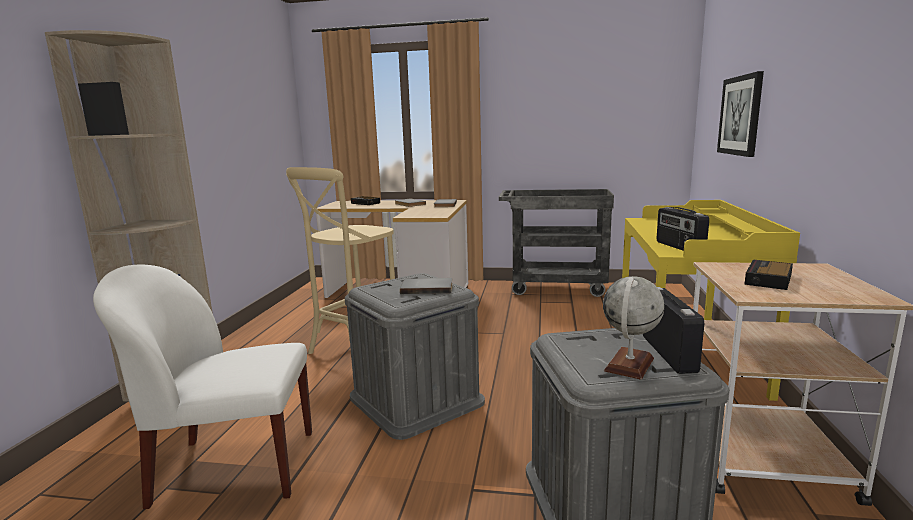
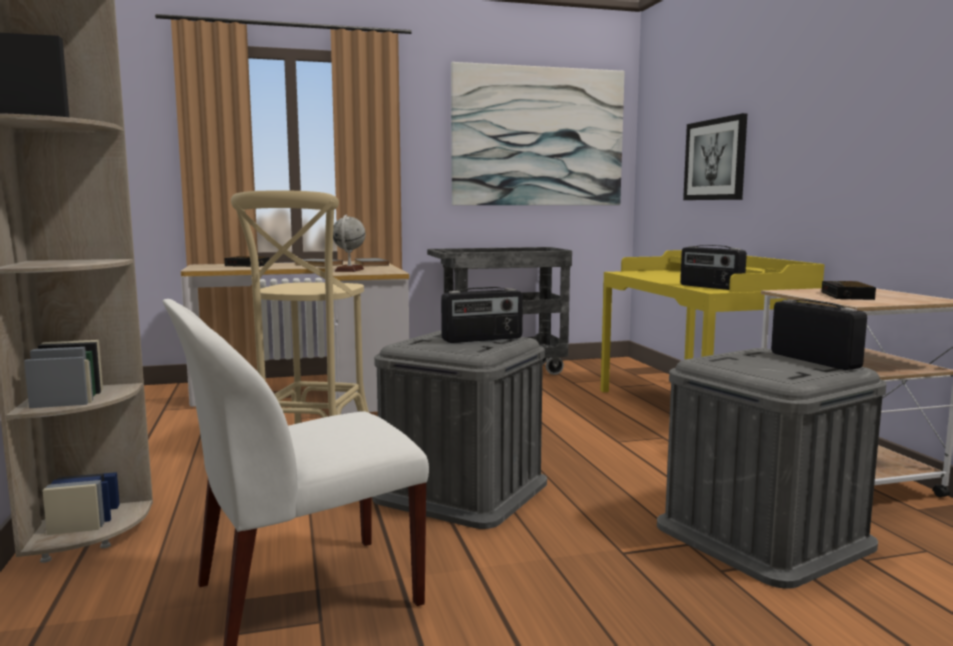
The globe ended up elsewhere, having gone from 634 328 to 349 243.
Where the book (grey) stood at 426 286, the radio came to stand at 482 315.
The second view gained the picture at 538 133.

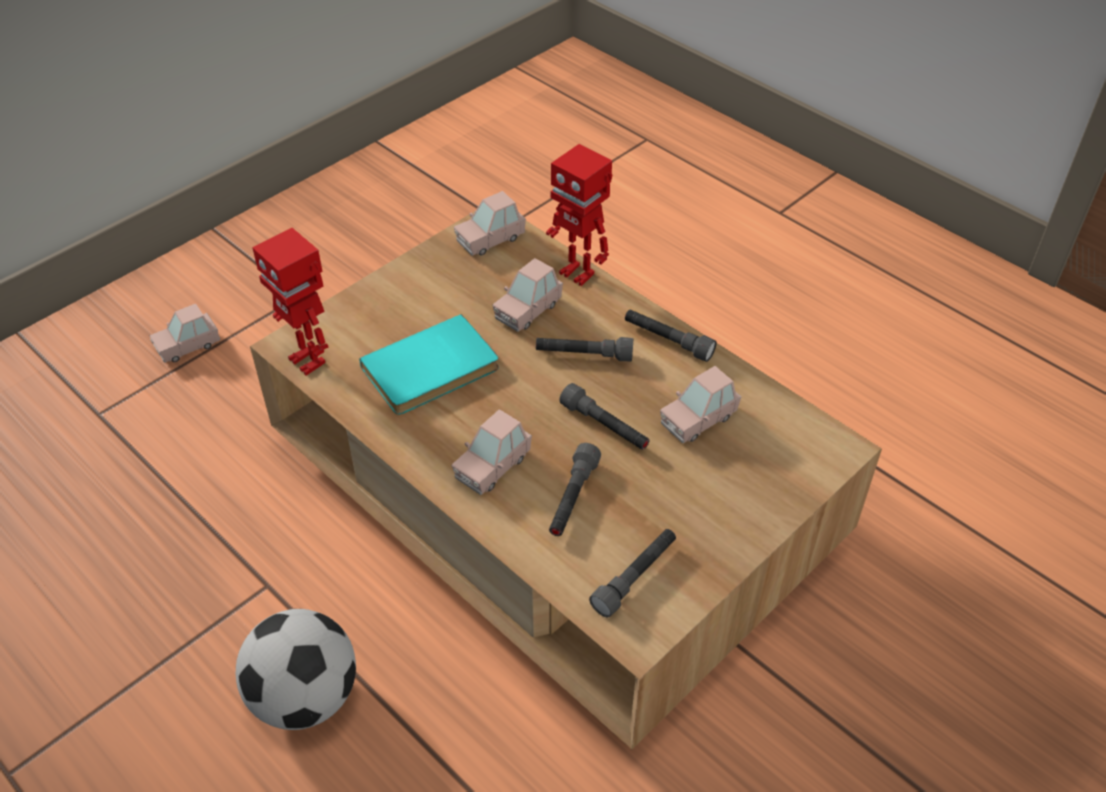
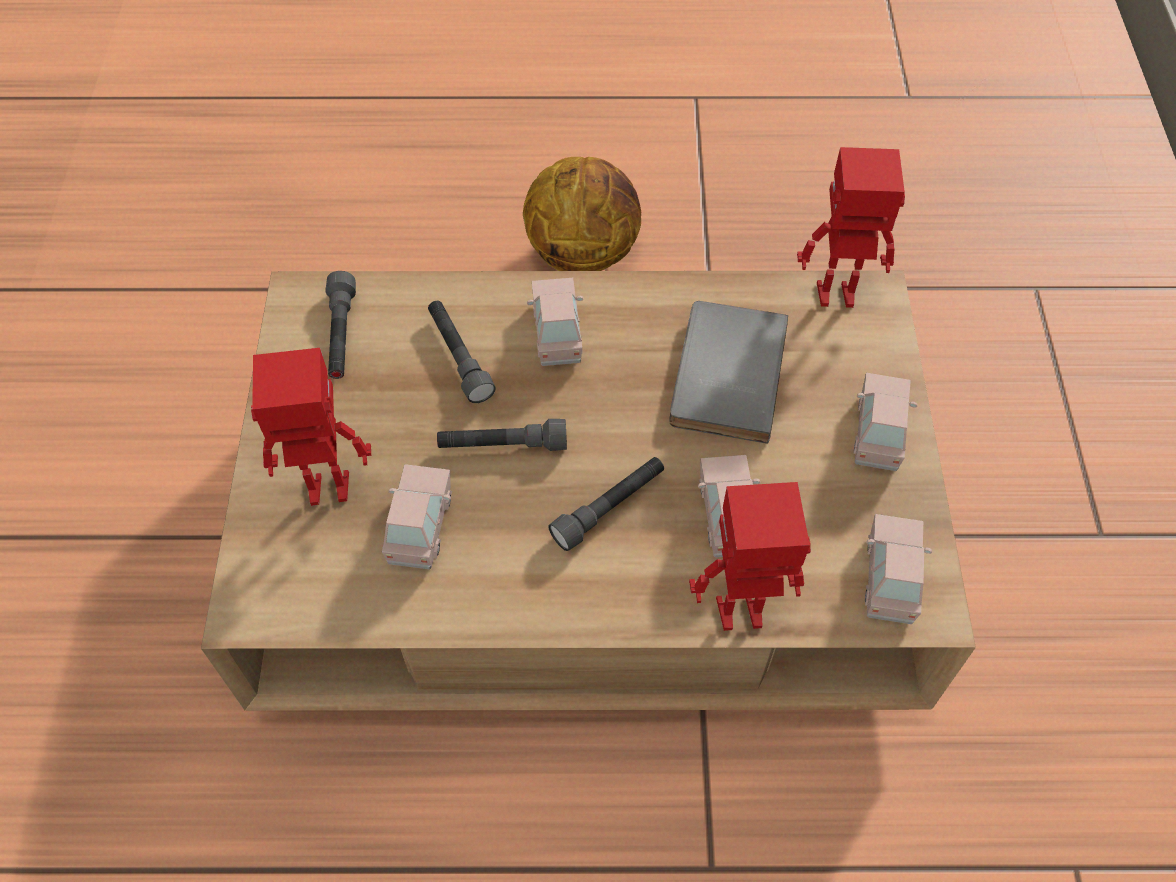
The second view gained the toy robot at 311 427.
Where the football stood at 296 669, the basketball came to stand at 582 214.
What was the book (turquoise) at 429 364 turned into the book (grey) at 728 372.
The toy car (pink) ended up elsewhere, having gone from 185 333 to 885 422.
The second view lost the flashlight (grey) at 671 336.

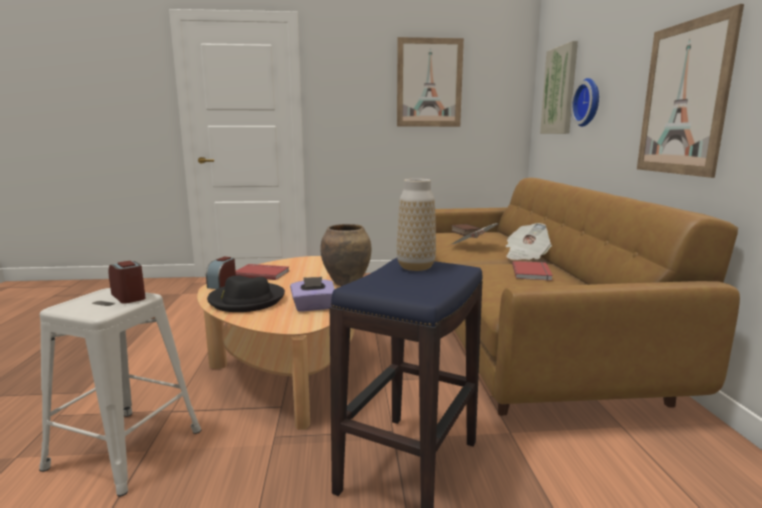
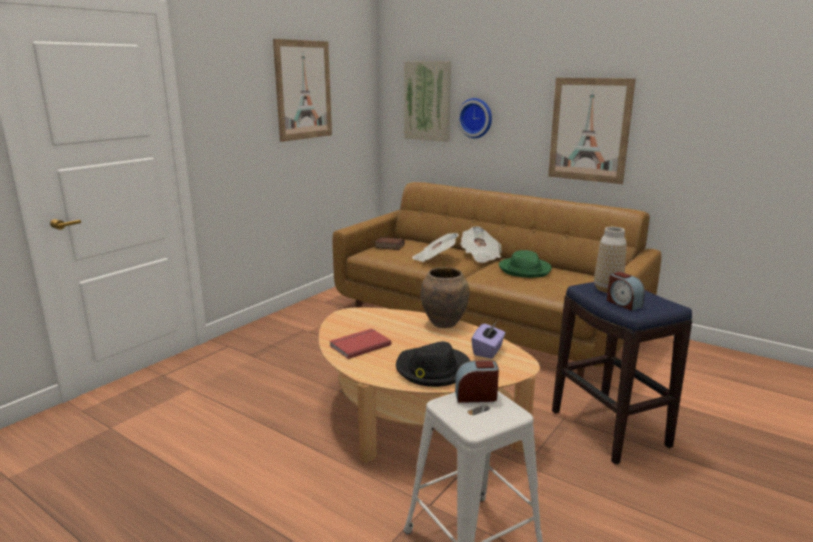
Where the book (red) stood at 532 271, the hat (green) came to stand at 525 264.
The alarm clock ended up elsewhere, having gone from 221 273 to 626 291.

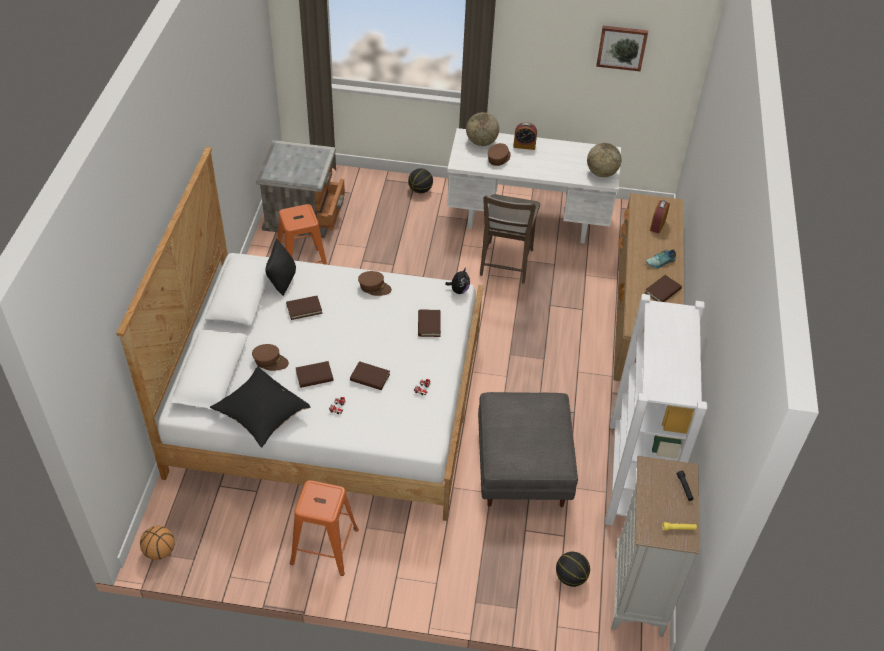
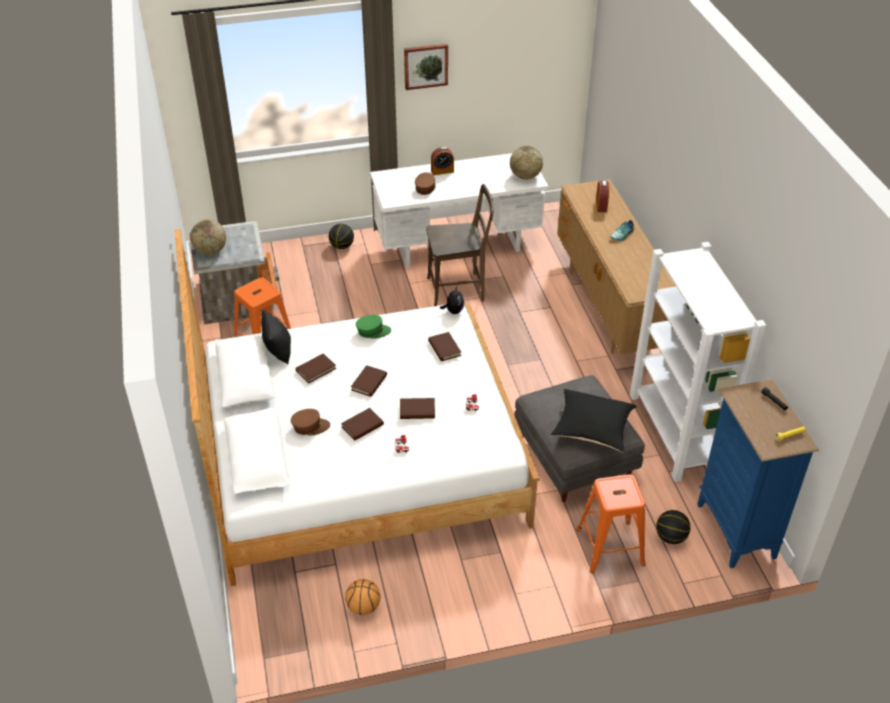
The globe ended up elsewhere, having gone from 482 129 to 208 237.
The basketball ended up elsewhere, having gone from 157 543 to 362 597.
The book (brown) ended up elsewhere, having gone from 663 288 to 369 381.
What was the cap (brown) at 375 283 turned into the cap (green) at 373 327.
The picture ended up elsewhere, having gone from 622 48 to 426 66.
The chair (brown) at 510 238 ended up facing another way, 90 degrees counterclockwise from before.
The pillow (black) ended up elsewhere, having gone from 260 407 to 594 420.
The stool (orange) ended up elsewhere, having gone from 324 528 to 611 524.
What was the dresser (white) at 656 546 turned into the dresser (blue) at 758 473.

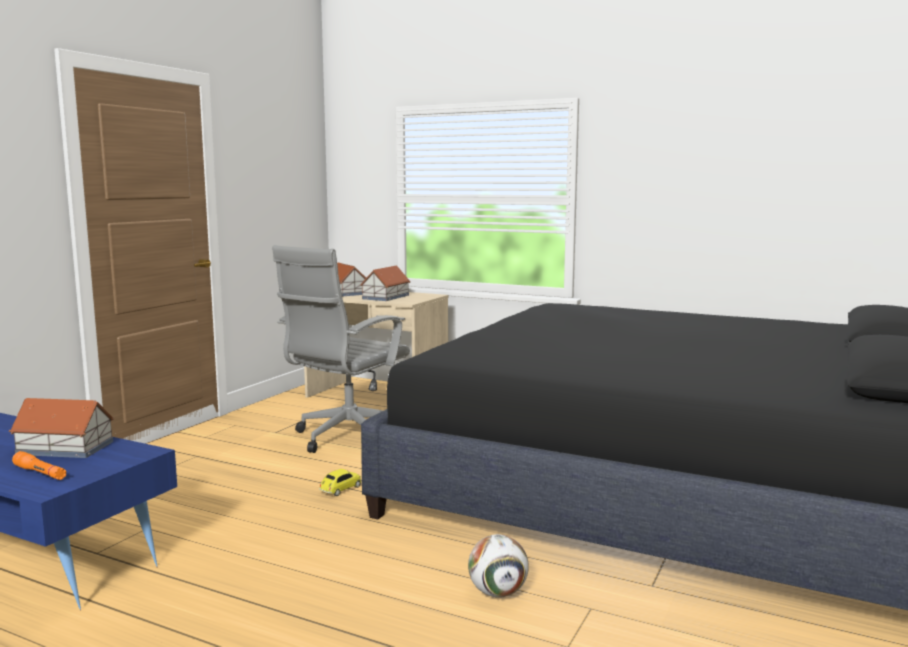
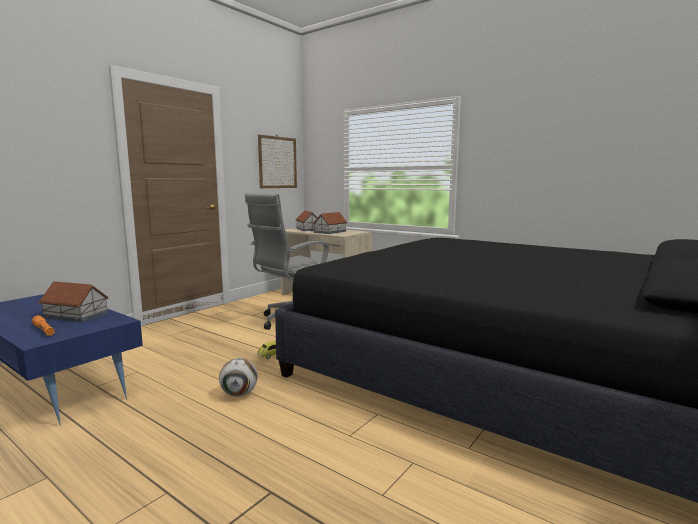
The football ended up elsewhere, having gone from 498 566 to 238 377.
The second view gained the picture at 277 161.

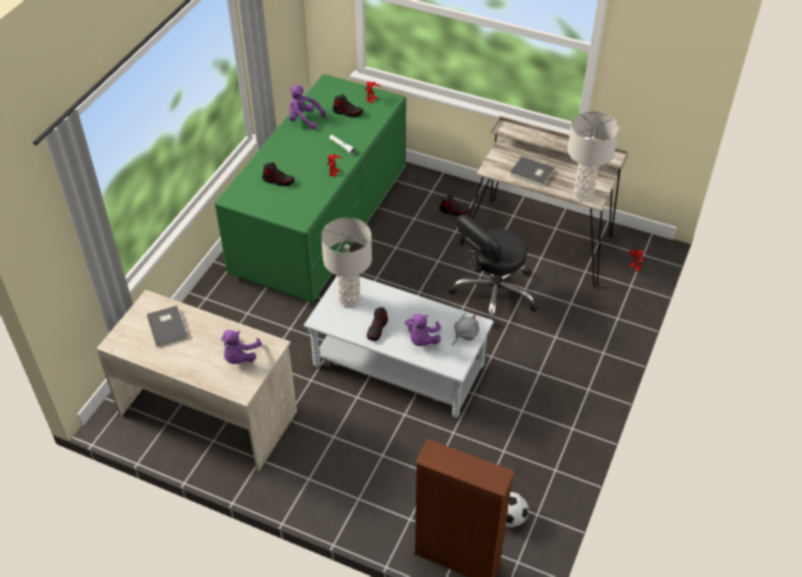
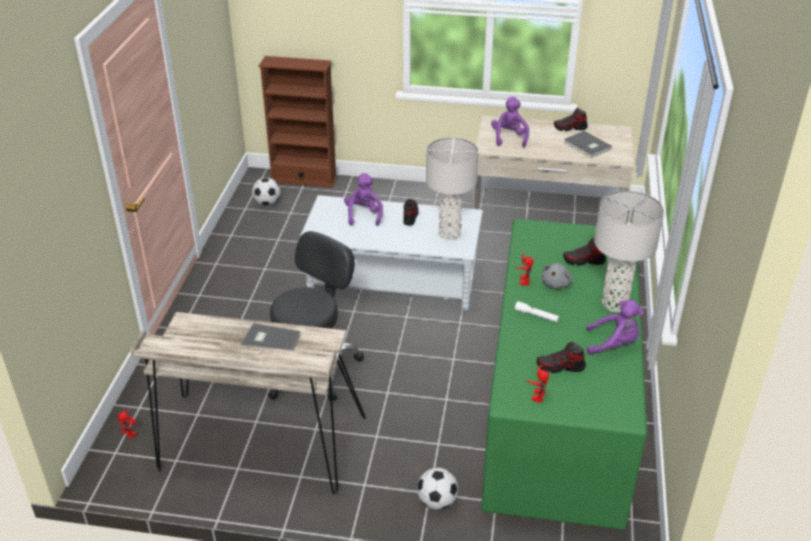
The second view gained the football at 437 489.
The plush toy (grey) ended up elsewhere, having gone from 465 329 to 557 275.
The shoe ended up elsewhere, having gone from 454 205 to 571 119.
The table lamp (white) ended up elsewhere, having gone from 593 156 to 629 251.

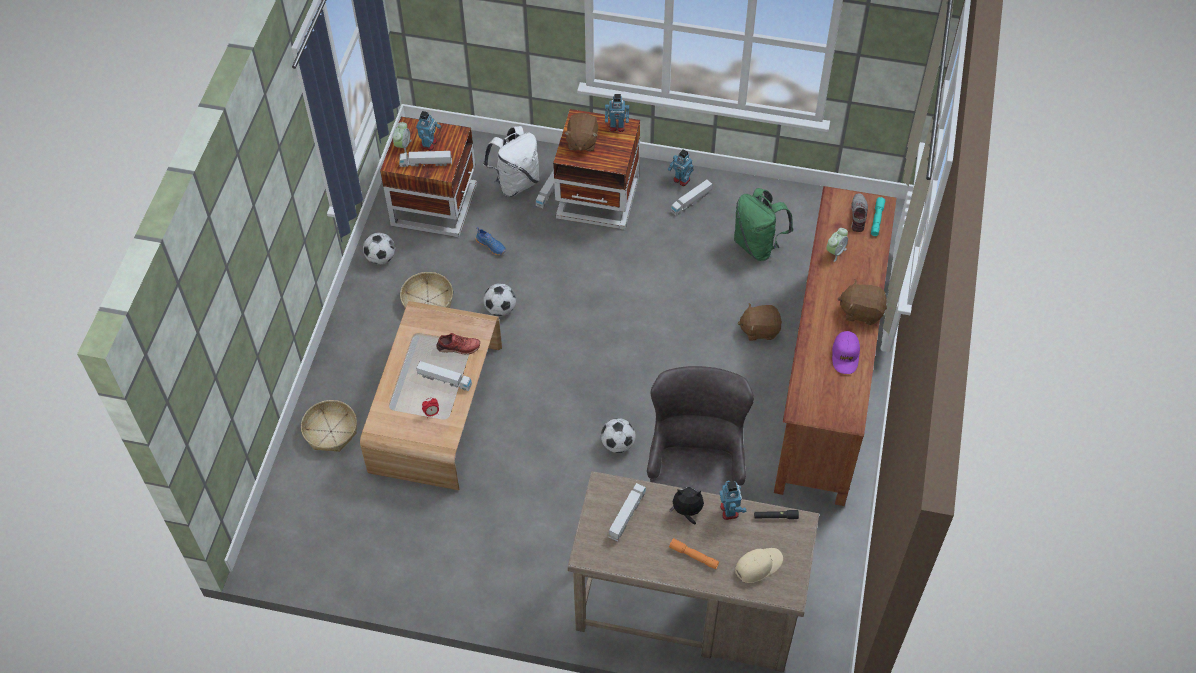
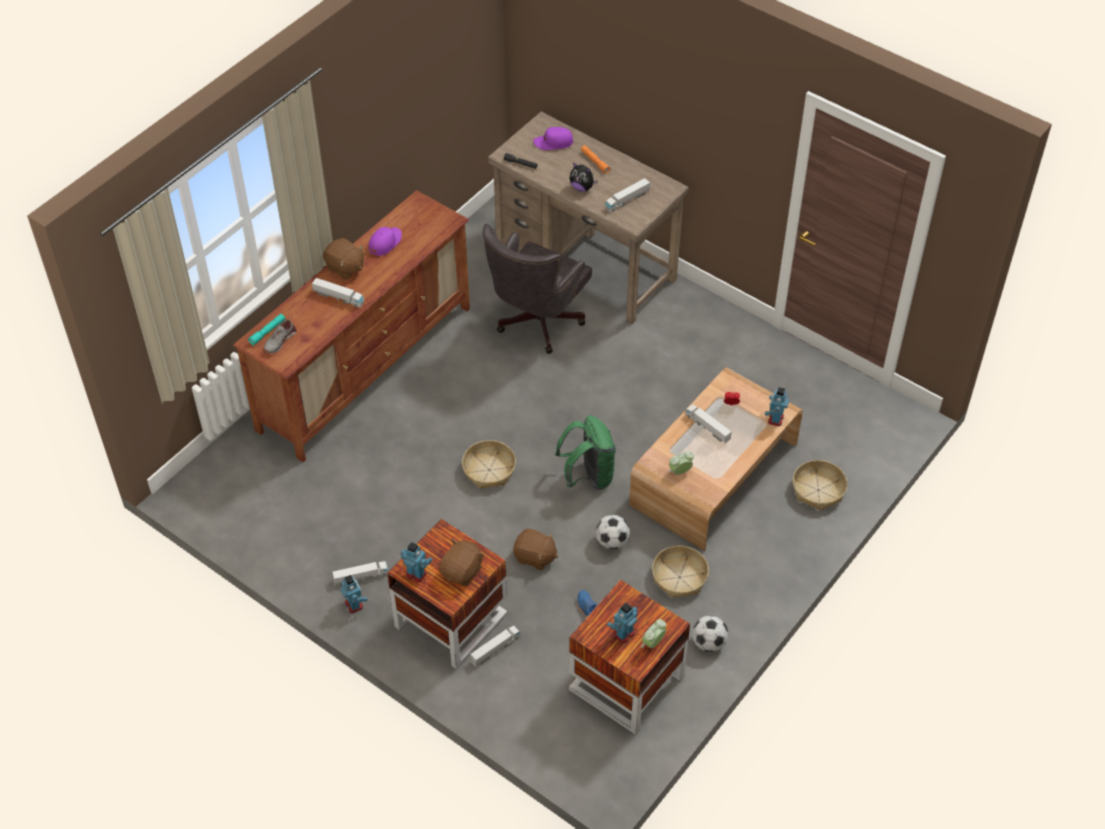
The toy truck ended up elsewhere, having gone from 425 159 to 338 293.
The second view gained the basket at 489 464.
The plush toy (brown) ended up elsewhere, having gone from 759 322 to 535 549.
What was the cap (beige) at 759 565 turned into the cap (purple) at 553 138.
The backpack (green) ended up elsewhere, having gone from 763 224 to 585 452.
The alarm clock ended up elsewhere, having gone from 837 245 to 681 463.
The toy robot ended up elsewhere, having gone from 732 500 to 777 406.
The second view lost the shoe (red) at 458 344.
The second view lost the backpack (white) at 511 161.
The second view lost the football at 618 435.

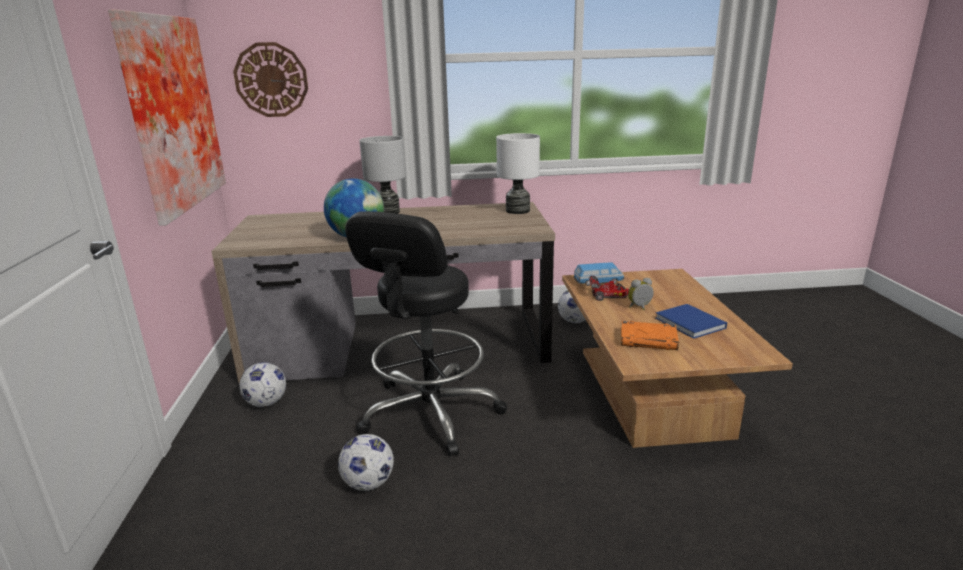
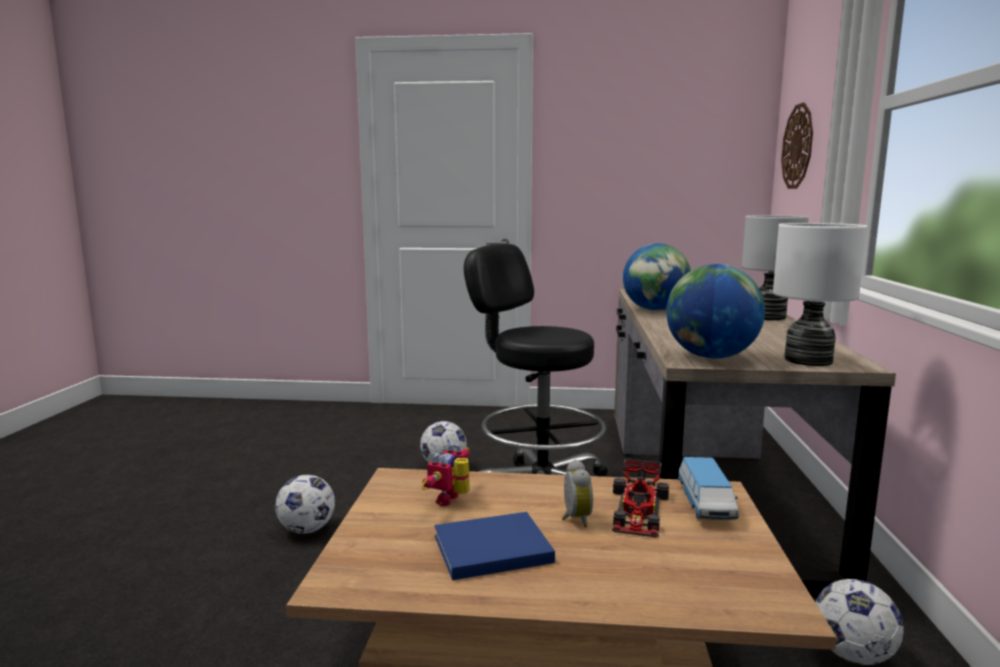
The football ended up elsewhere, having gone from 262 384 to 305 504.
Where the book (orange) stood at 650 335, the toy robot came to stand at 446 474.
The second view gained the globe at 715 311.
The second view lost the picture at 167 117.

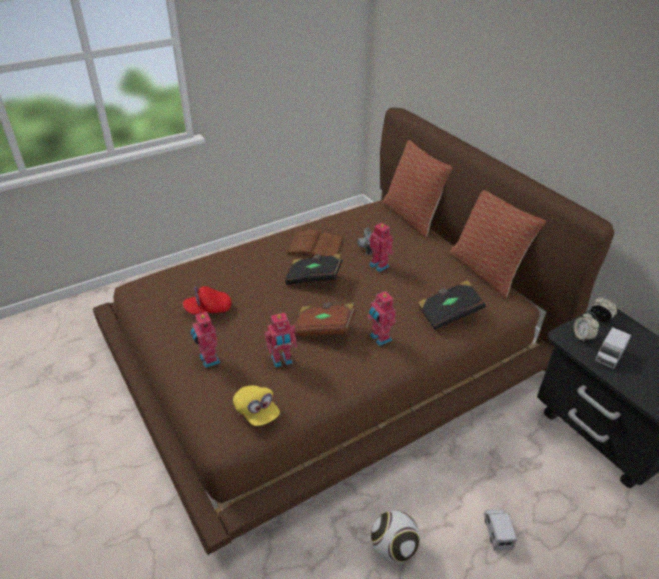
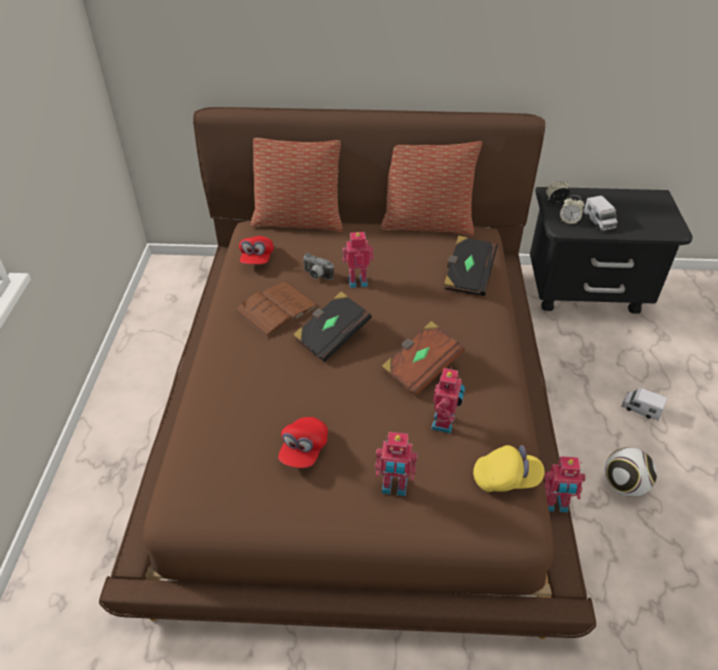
The second view gained the cap (red) at 256 250.
The toy robot ended up elsewhere, having gone from 382 318 to 564 484.

